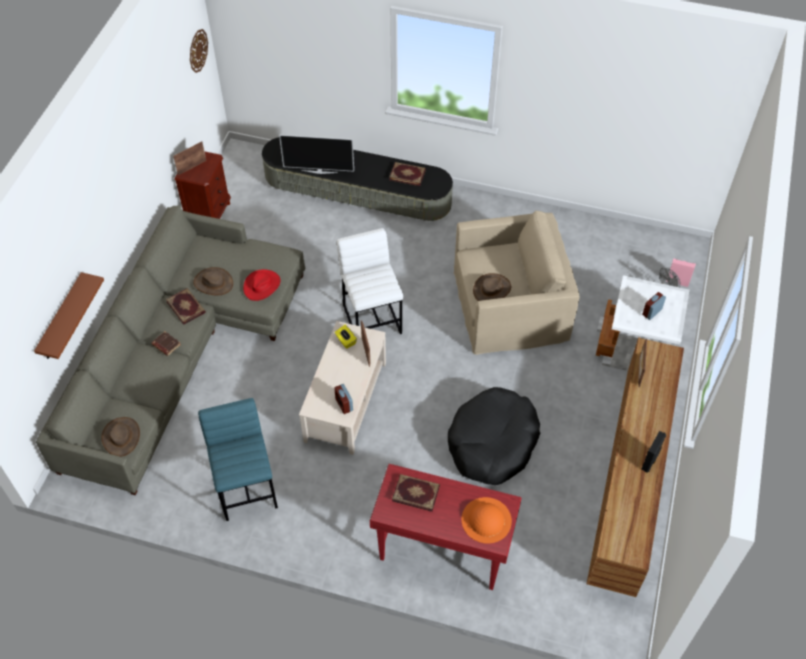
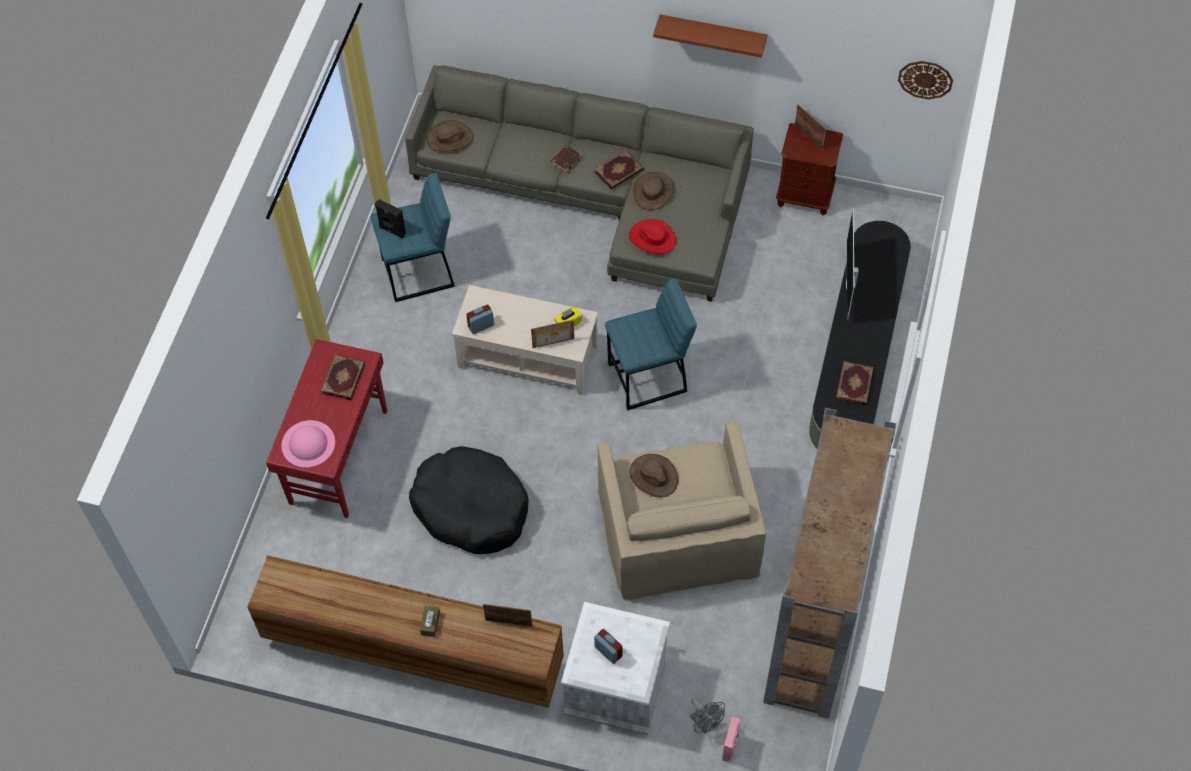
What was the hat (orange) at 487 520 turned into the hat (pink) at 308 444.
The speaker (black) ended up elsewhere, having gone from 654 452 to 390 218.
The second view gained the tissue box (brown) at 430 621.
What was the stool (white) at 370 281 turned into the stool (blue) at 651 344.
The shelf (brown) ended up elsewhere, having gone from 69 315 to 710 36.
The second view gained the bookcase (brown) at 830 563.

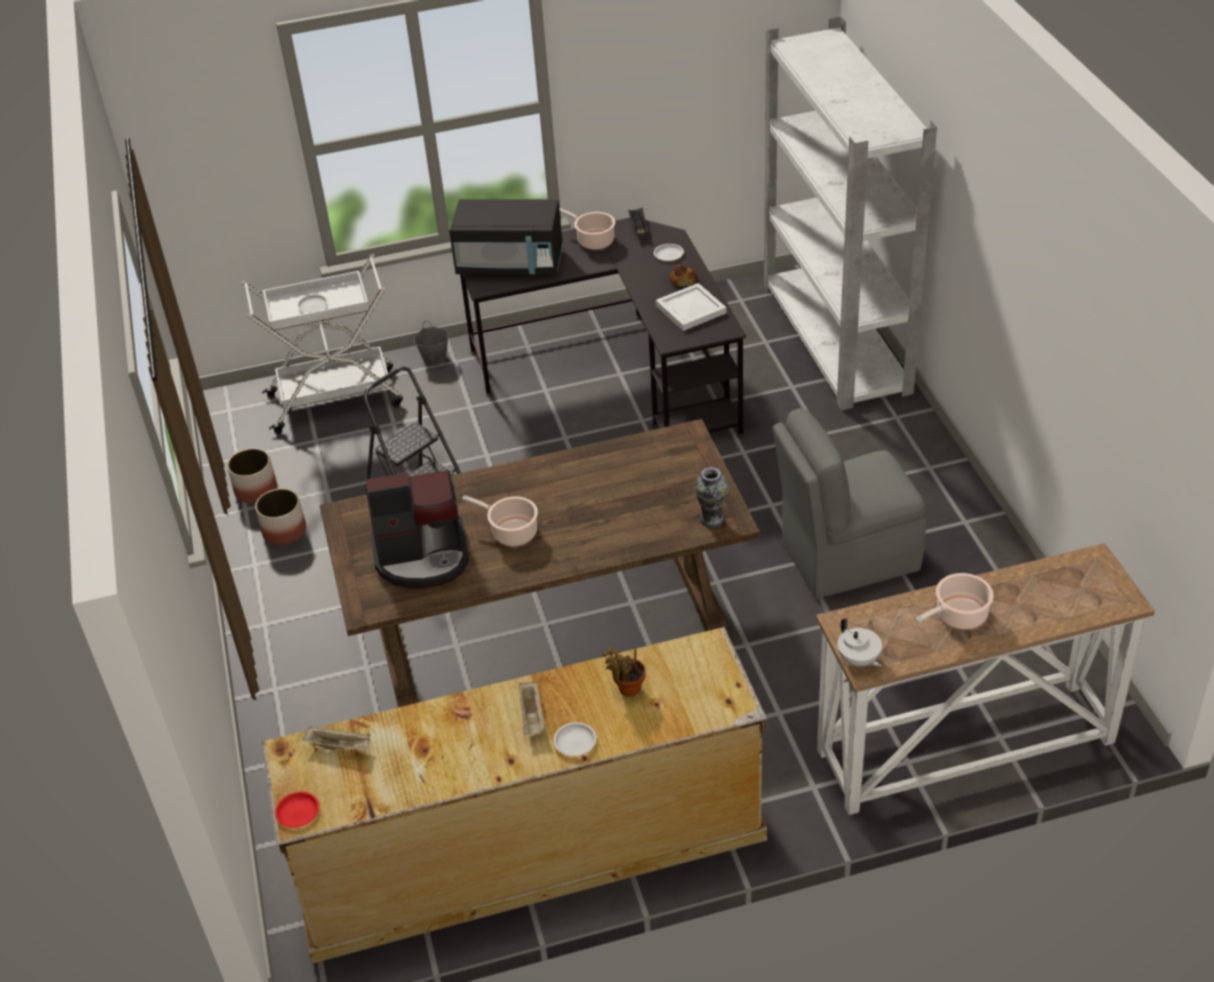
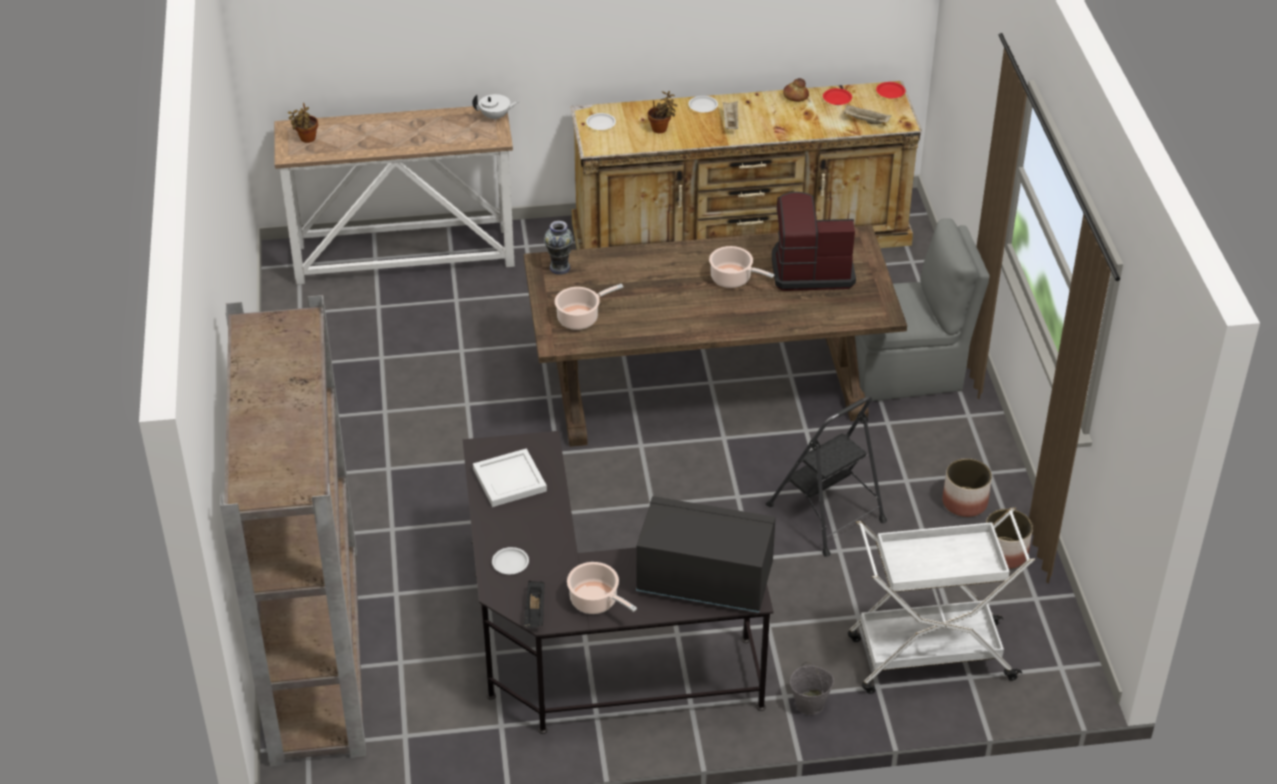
What was the bookcase (white) at 850 213 turned into the bookcase (brown) at 293 531.
The second view gained the potted plant at 303 123.
The teapot (white) at 859 642 ended up facing another way, 105 degrees clockwise from before.
The cooking pot ended up elsewhere, having gone from 954 601 to 589 307.
The plate (white) ended up elsewhere, having gone from 312 303 to 601 121.
The bread ended up elsewhere, having gone from 683 275 to 796 90.
The second view gained the plate (red) at 837 96.
The chair (grey) ended up elsewhere, having gone from 849 503 to 922 309.

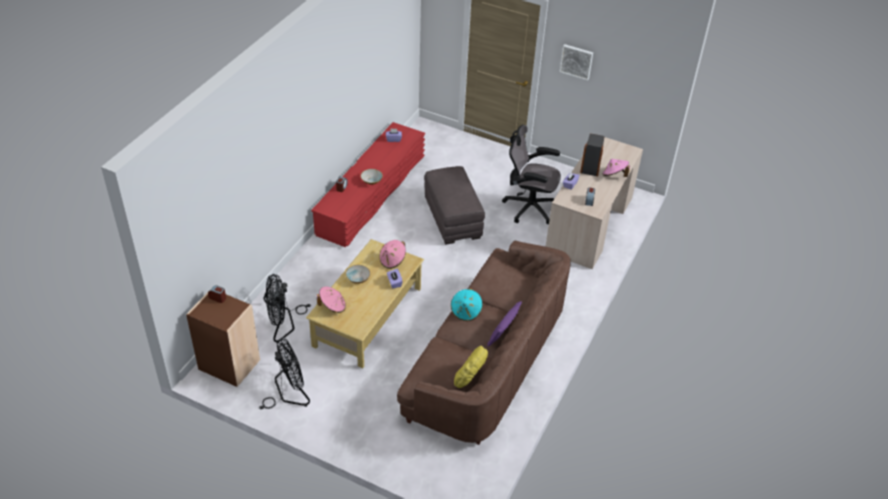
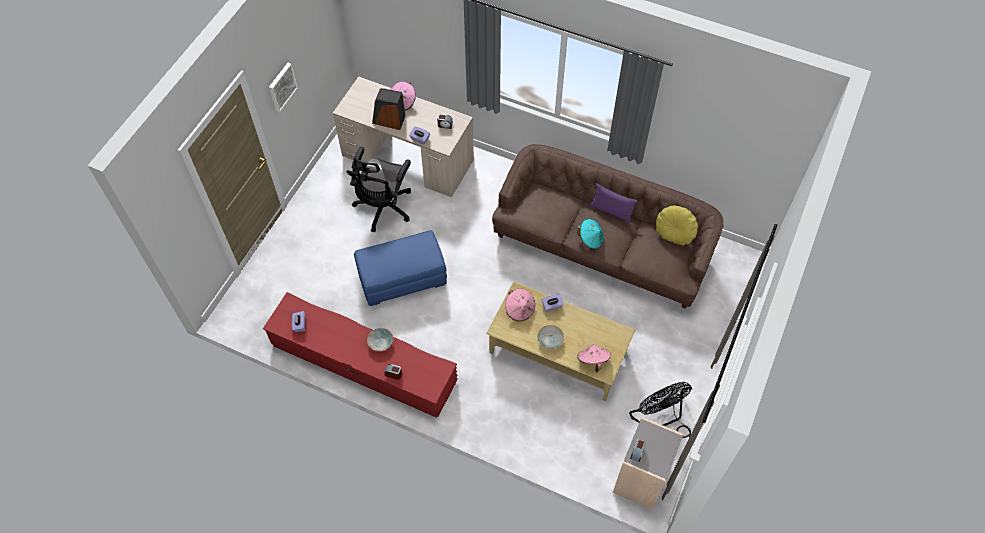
What was the ottoman (grey) at 454 205 turned into the ottoman (blue) at 400 268.
What was the bookcase (brown) at 223 338 turned into the bookcase (grey) at 648 463.
The second view lost the fan (black) at 287 309.

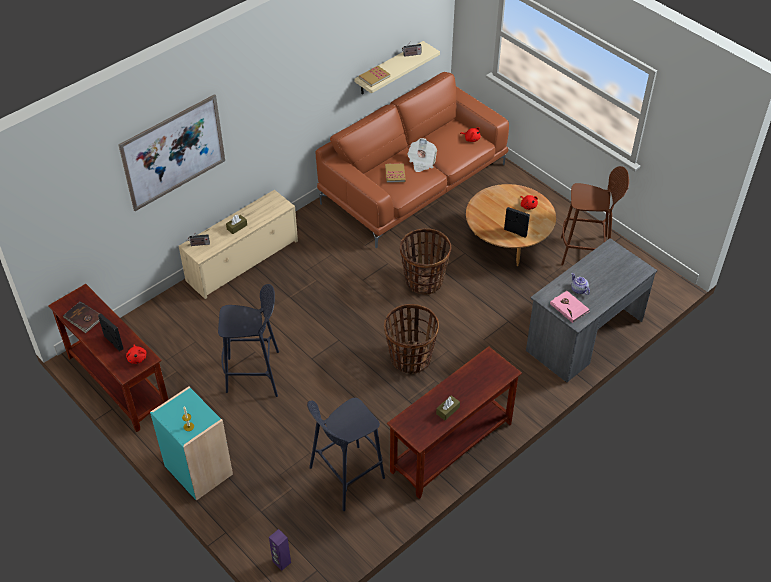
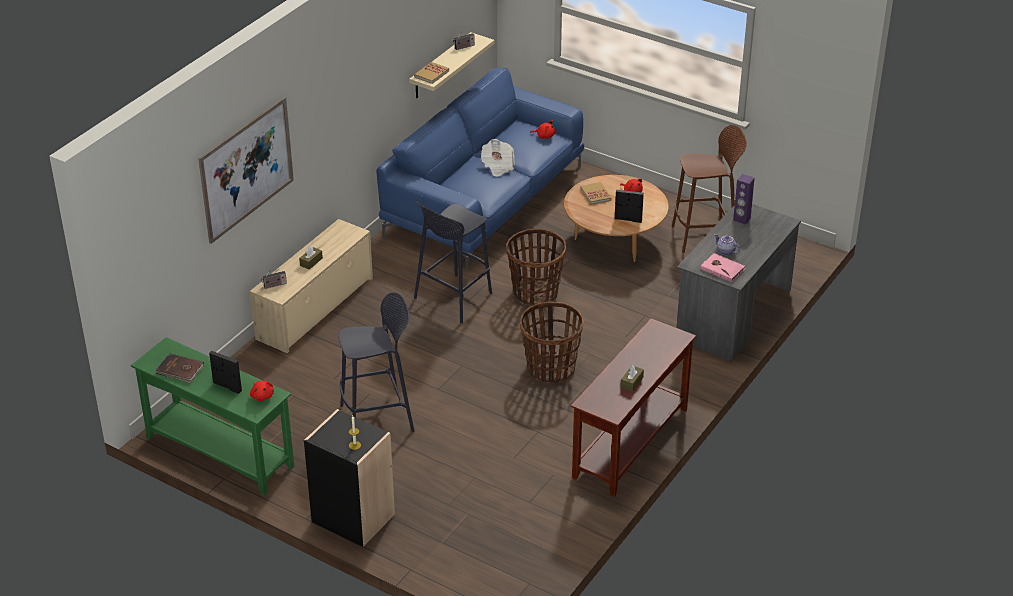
What was the console table (brown) at 108 358 turned into the console table (green) at 212 416.
What was the bookcase (turquoise) at 191 444 turned into the bookcase (black) at 349 478.
What was the sofa (brown) at 412 160 turned into the sofa (blue) at 480 169.
The stool (grey) ended up elsewhere, having gone from 346 454 to 453 262.
The book ended up elsewhere, having gone from 395 173 to 596 193.
The speaker (purple) ended up elsewhere, having gone from 280 550 to 743 199.

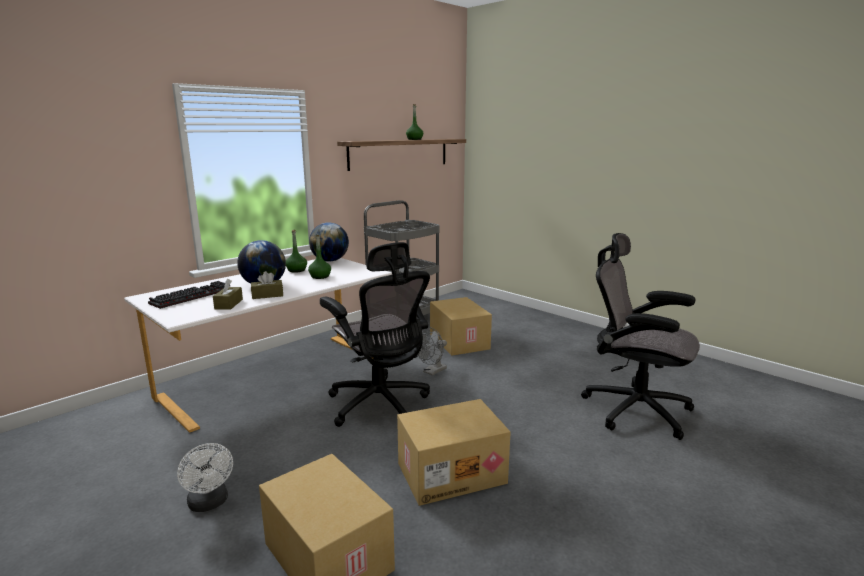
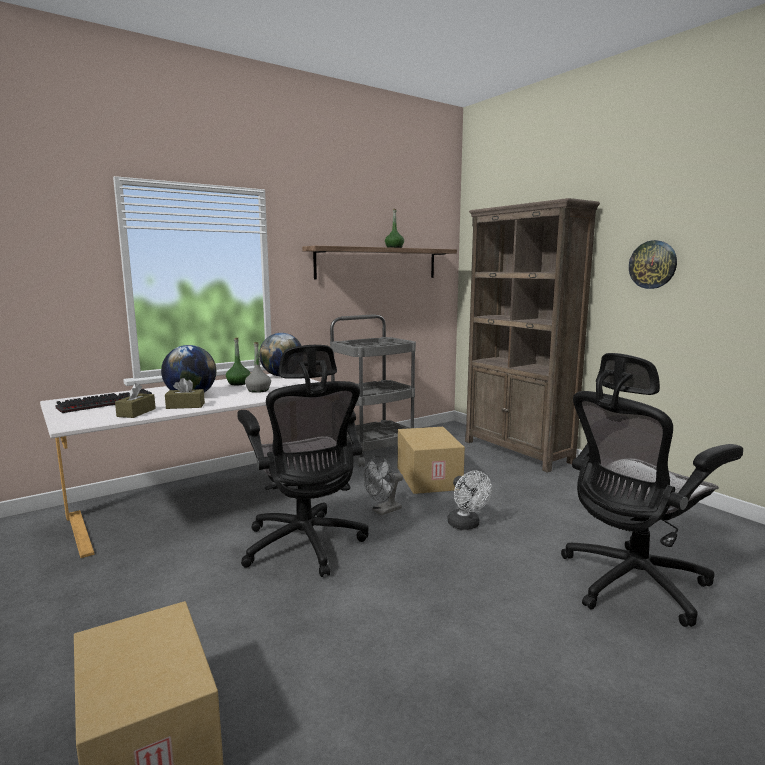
What was the bottle (green) at 319 257 turned into the bottle (grey) at 258 367.
The fan (white) ended up elsewhere, having gone from 205 477 to 469 500.
The second view gained the bookcase (brown) at 532 335.
The office chair at 640 336 ended up facing another way, 75 degrees counterclockwise from before.
The second view gained the wall clock at 653 264.
The second view lost the cardboard box at 454 452.

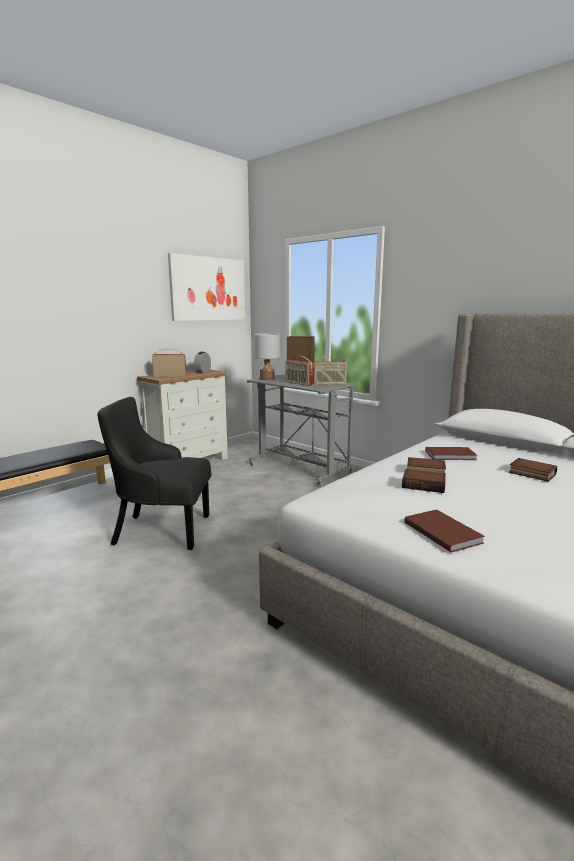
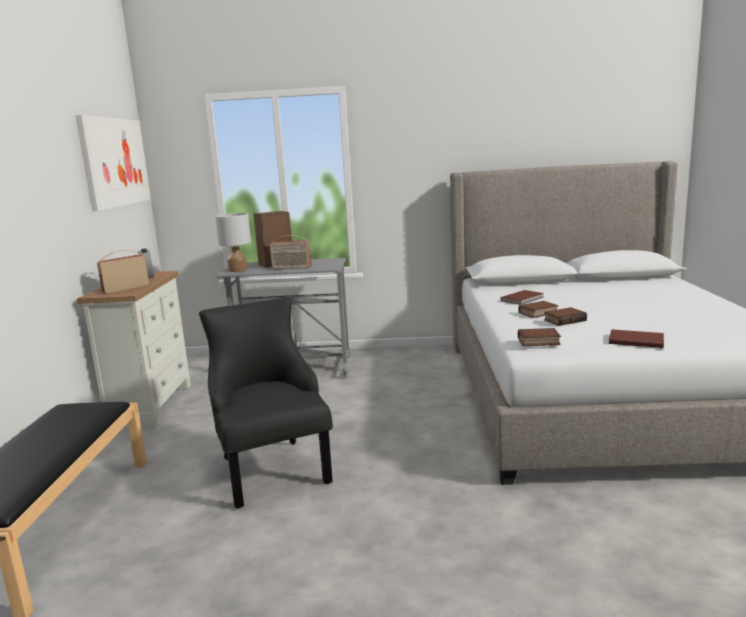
The chair (black) at 154 473 ended up facing another way, 105 degrees clockwise from before.
The book ended up elsewhere, having gone from 533 470 to 539 337.
The second view lost the radio at 330 370.

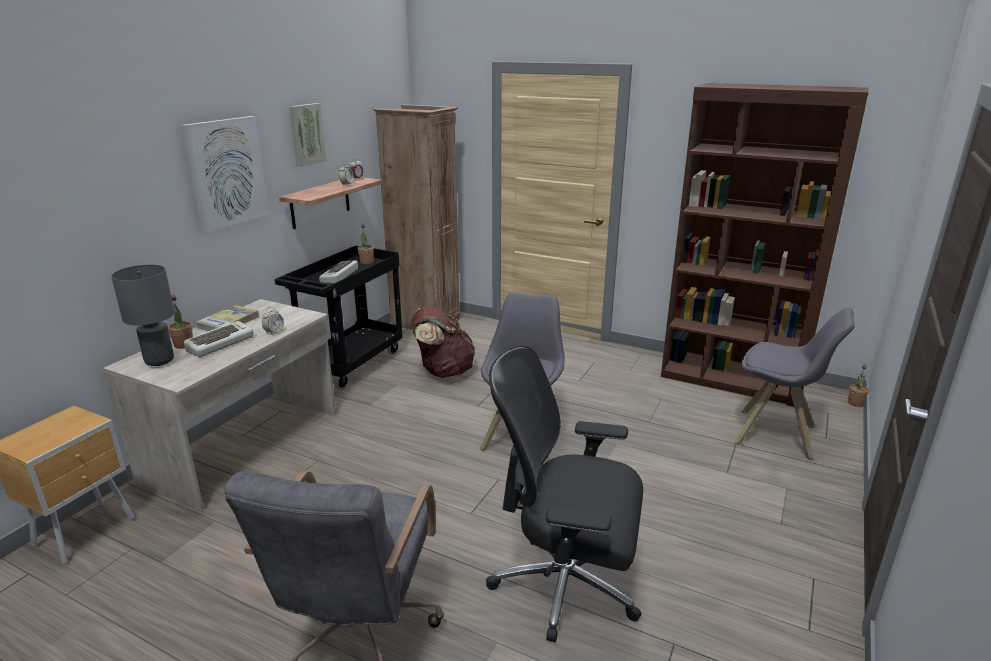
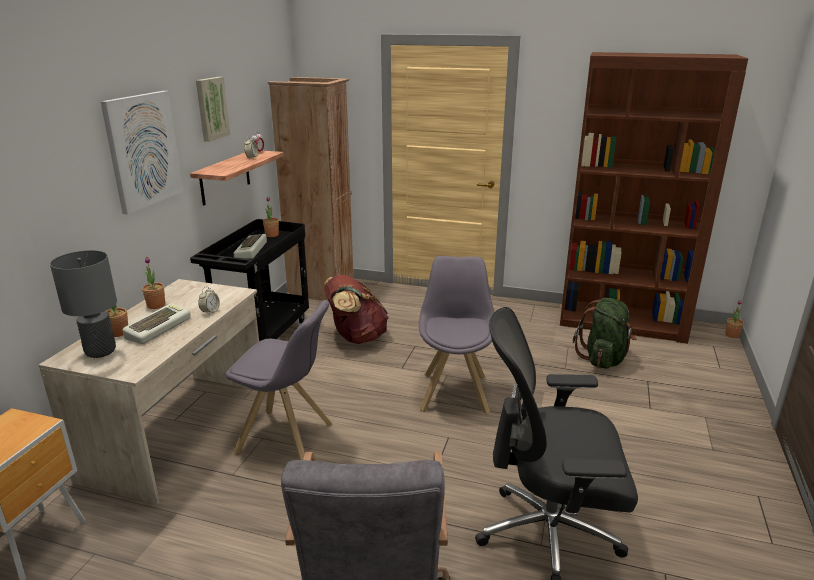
Where the book stood at 227 318, the potted plant came to stand at 153 283.
The chair (grey) ended up elsewhere, having gone from 794 383 to 278 380.
The second view gained the backpack (green) at 605 333.

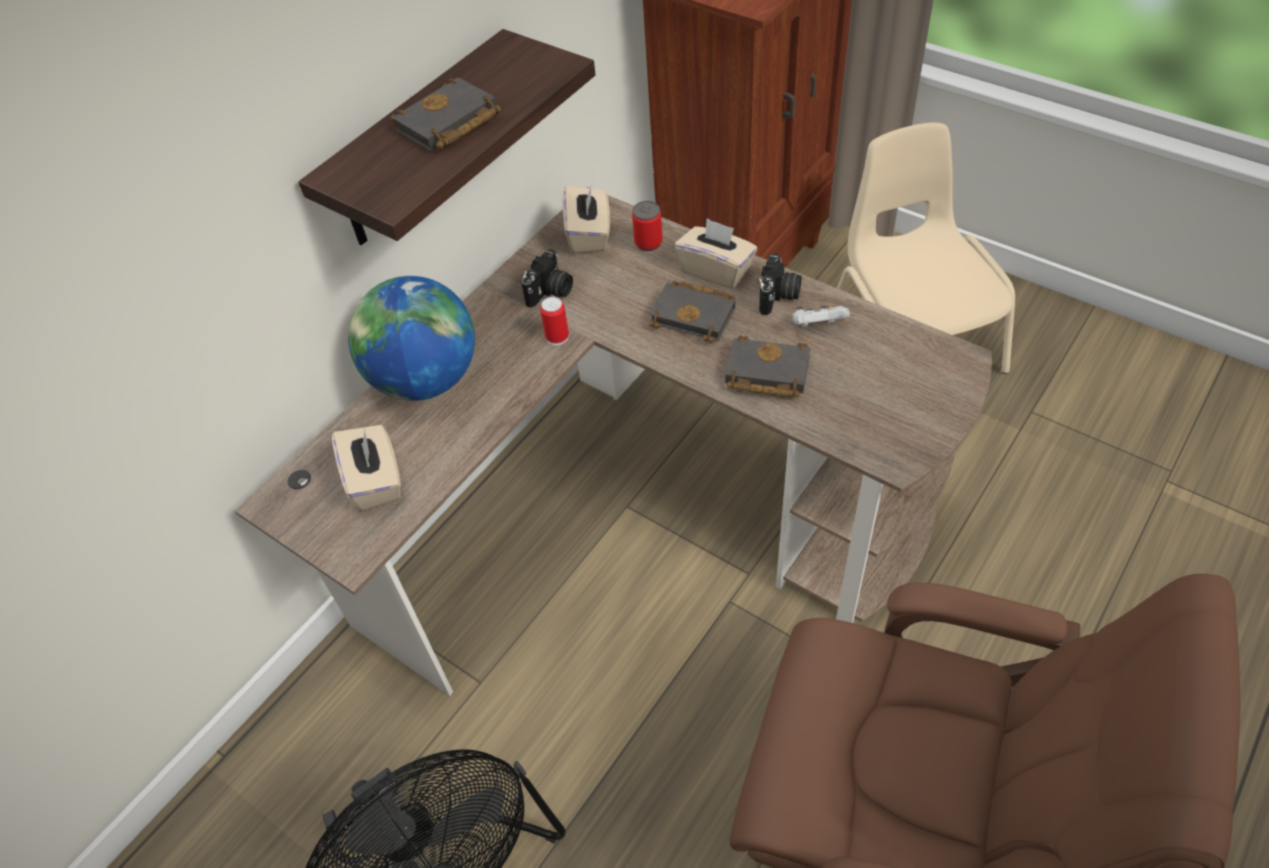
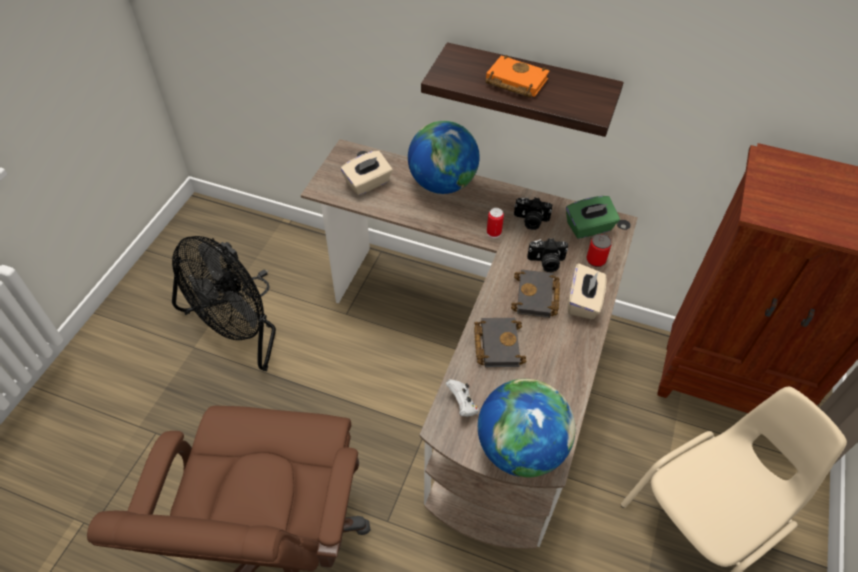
The game controller (white) ended up elsewhere, having gone from 821 317 to 462 398.
The second view gained the globe at 526 428.
What was the book (black) at 446 114 turned into the book (orange) at 517 76.
The photo camera ended up elsewhere, having gone from 780 284 to 547 255.
What was the tissue box (beige) at 586 218 turned into the tissue box (green) at 593 217.

